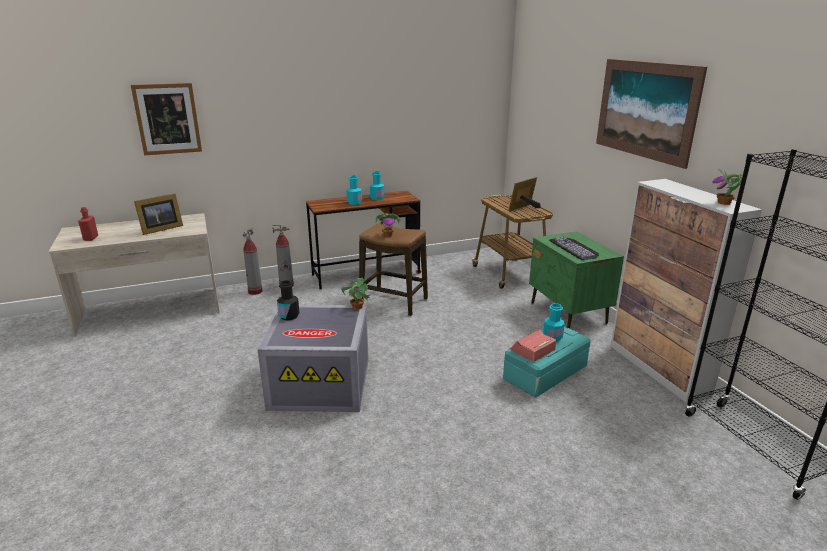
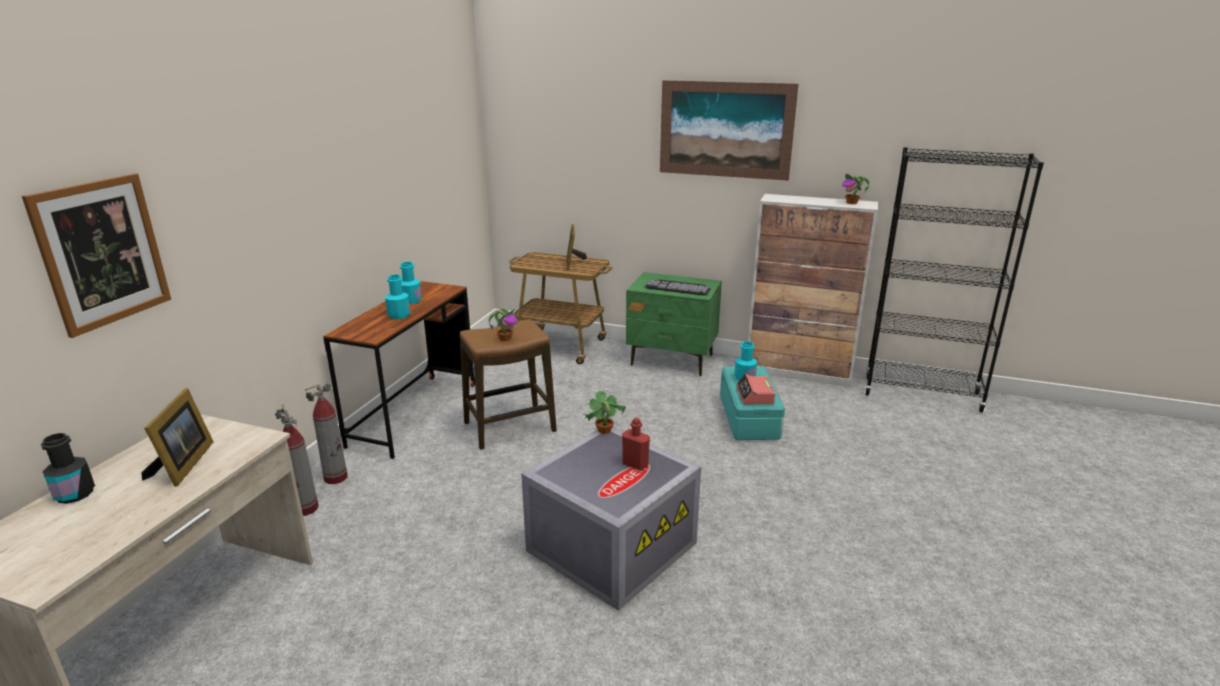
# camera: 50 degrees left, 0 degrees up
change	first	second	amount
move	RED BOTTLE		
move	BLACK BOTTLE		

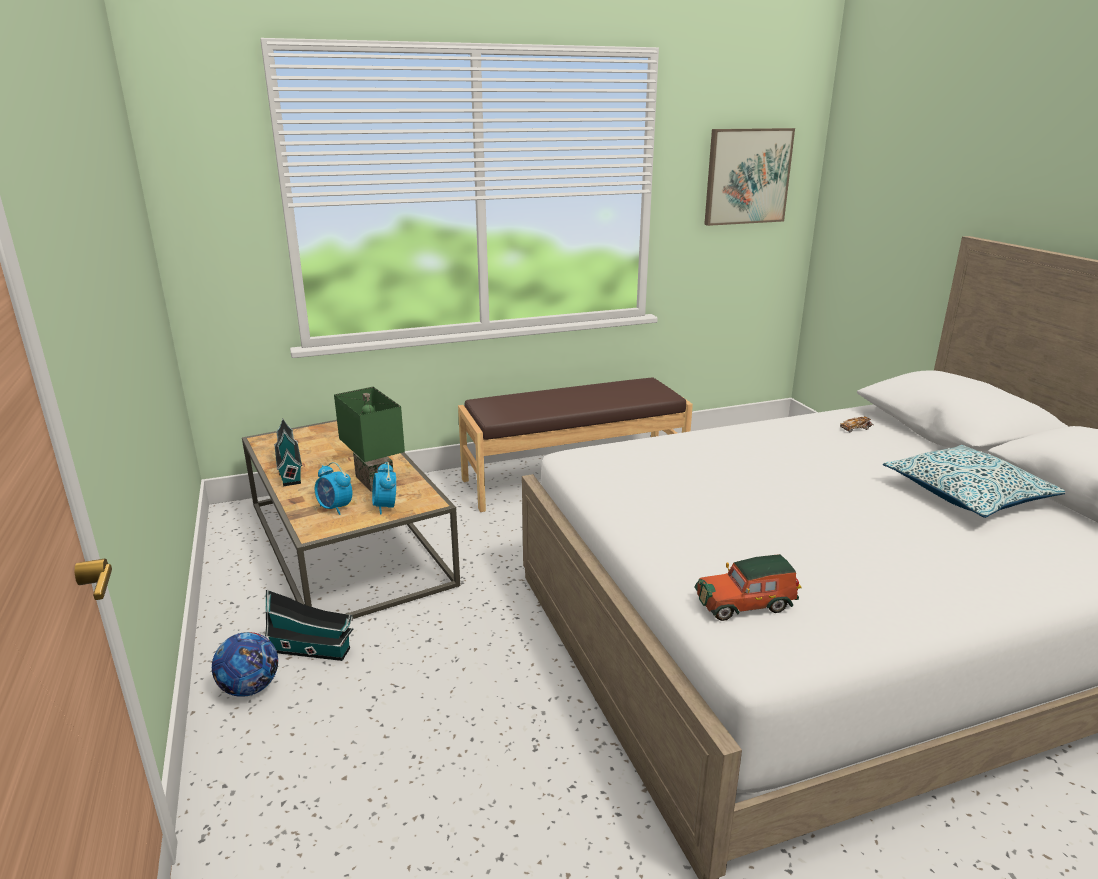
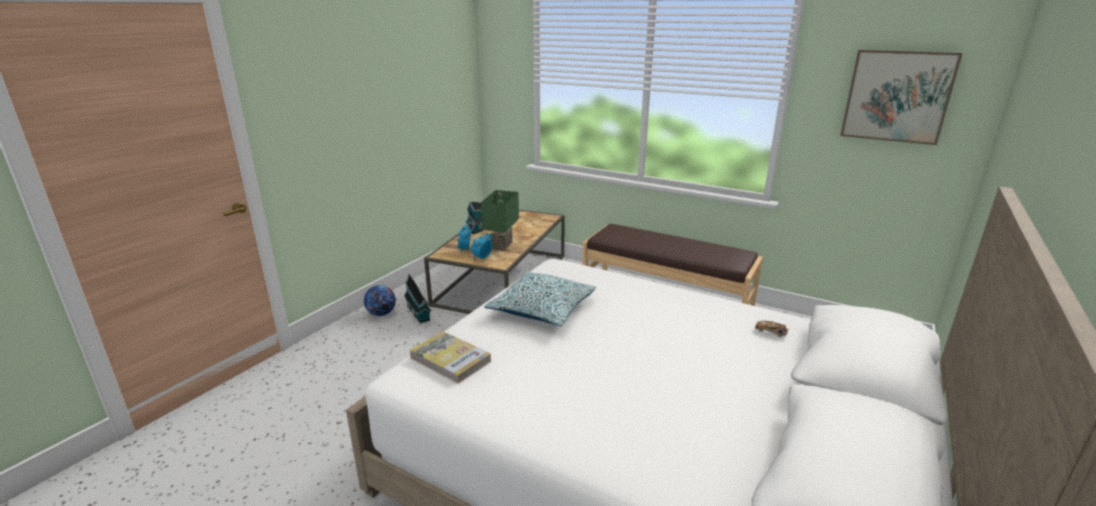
# camera: 50 degrees right, 0 degrees up
change	first	second	amount
move	PILLOW		
replace	TOY CAR (1st from left)	BOOK	

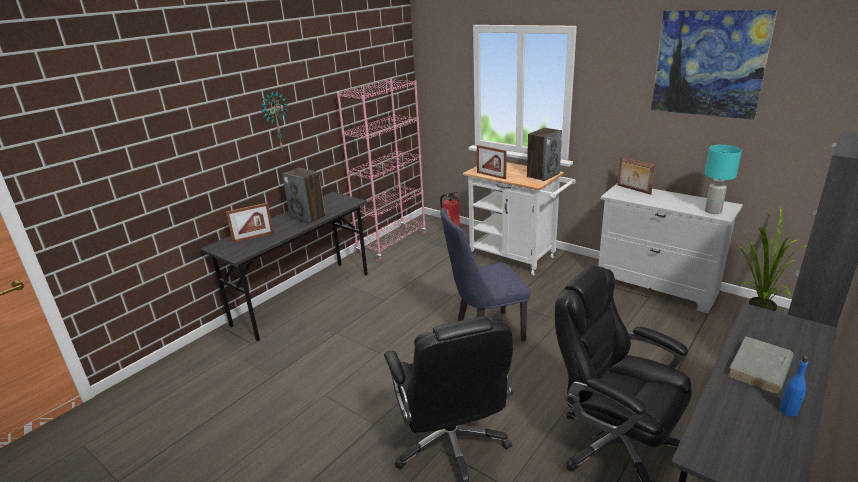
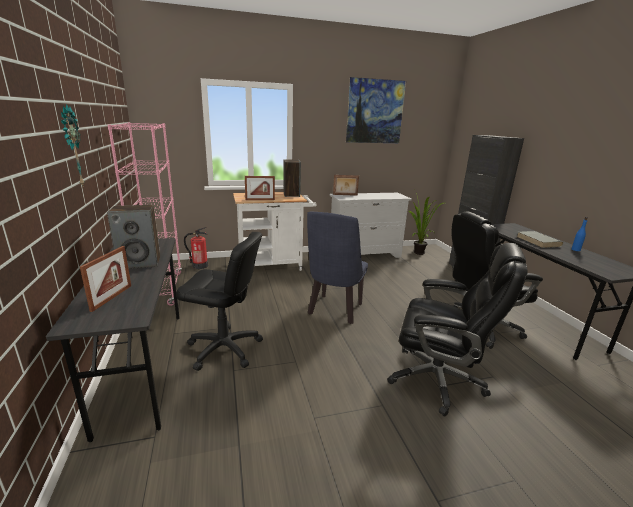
# camera: 55 degrees left, 5 degrees down
change	first	second	amount
delete	TURQUOISE TABLE LAMP		
insert		BLACK OFFICE CHAIR (1st from left)	

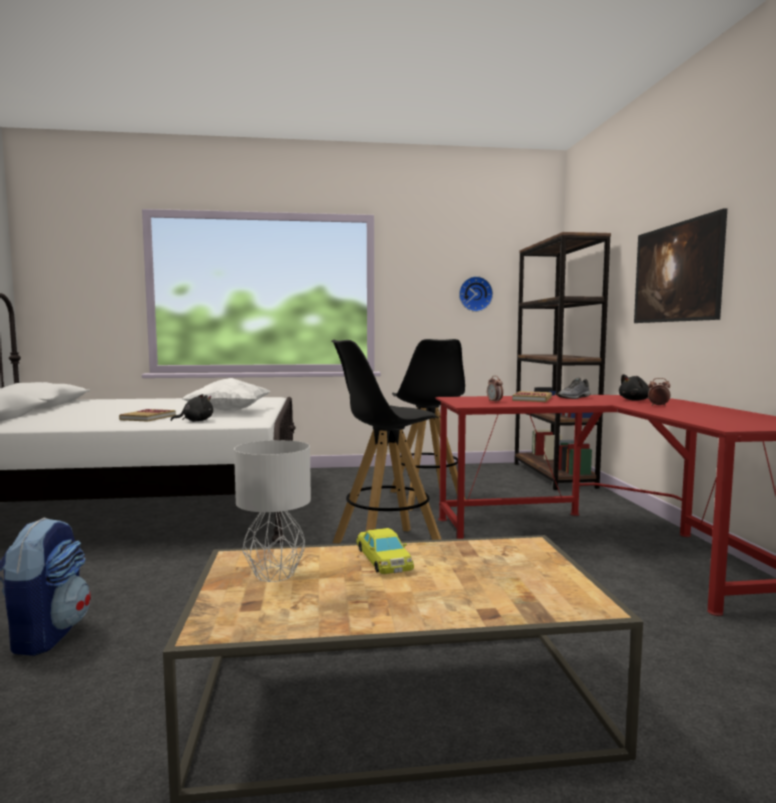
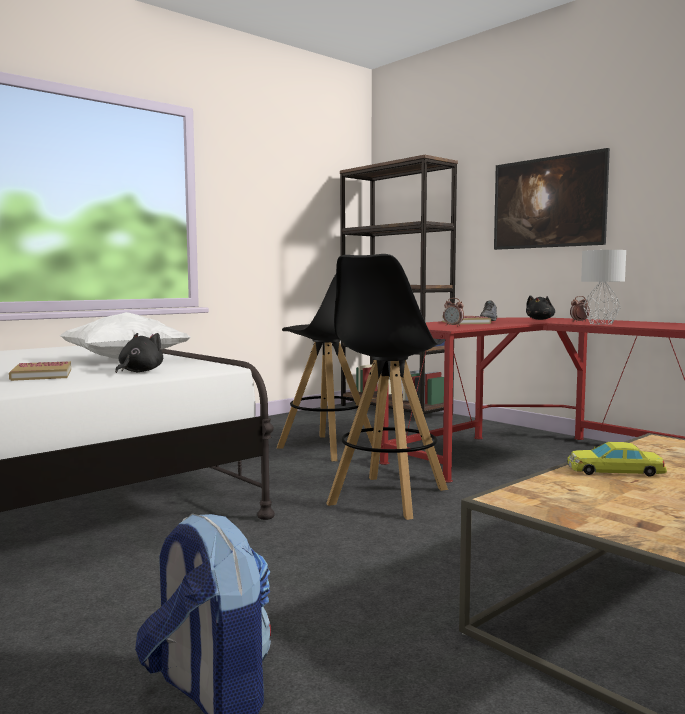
# camera: 35 degrees left, 0 degrees up
change	first	second	amount
delete	WALL CLOCK		
move	GREY TABLE LAMP		
rotate	YELLOW TOY CAR		150 degrees clockwise

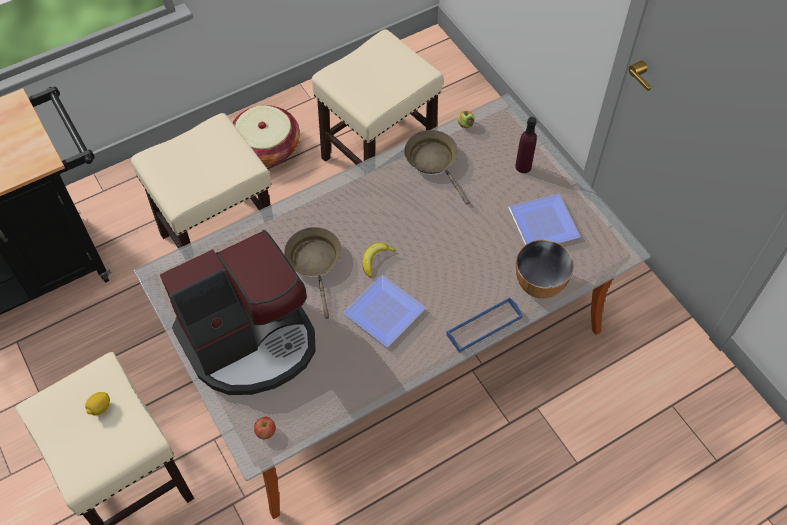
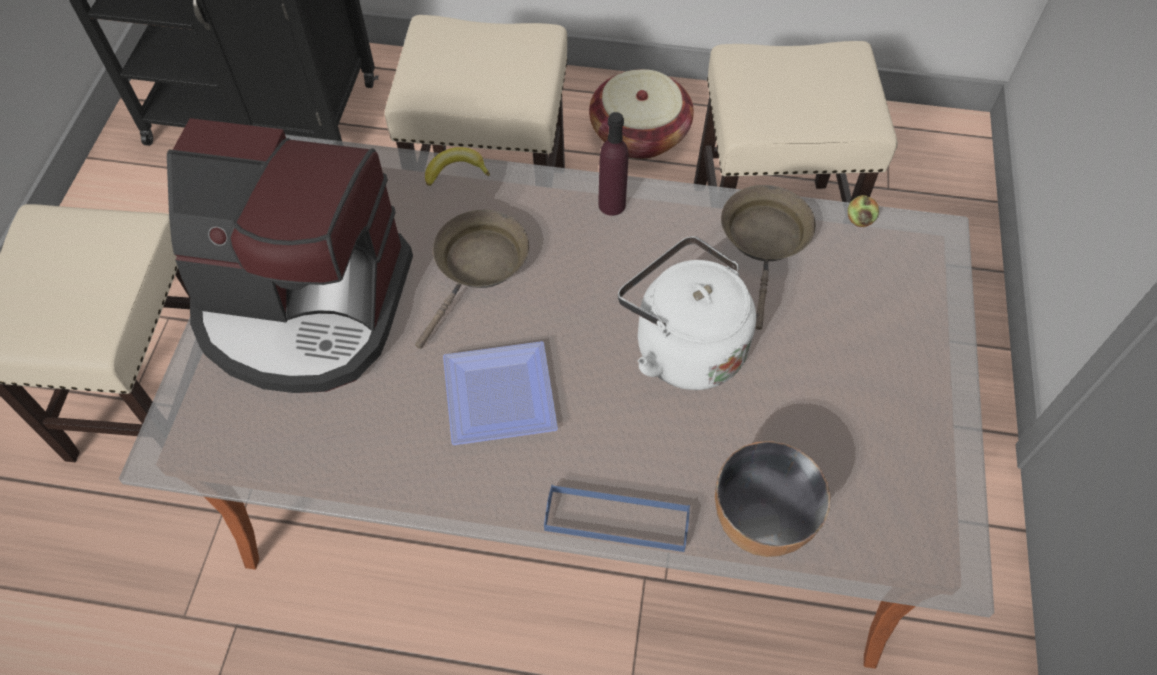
# camera: 40 degrees right, 0 degrees up
change	first	second	amount
delete	LEMON		
delete	APPLE (1st from left)		
delete	PLATE (2nd from left)		
insert		WHITE KETTLE	
move	BANANA		
move	PURPLE BOTTLE		

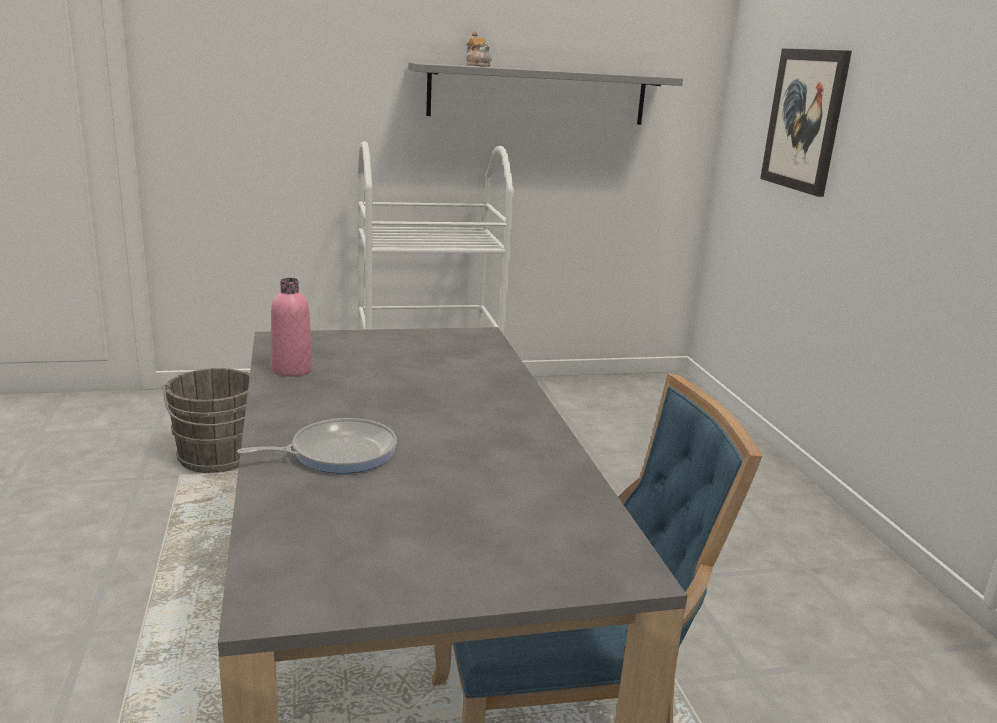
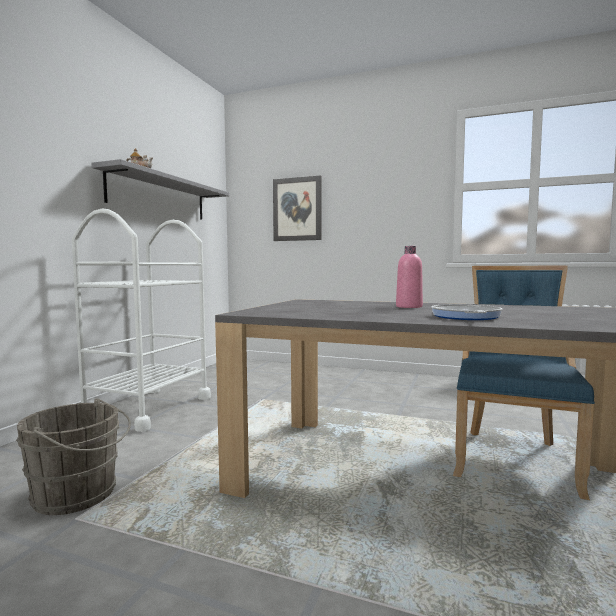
# camera: 55 degrees left, 15 degrees down
change	first	second	amount
move	PINK BOTTLE		

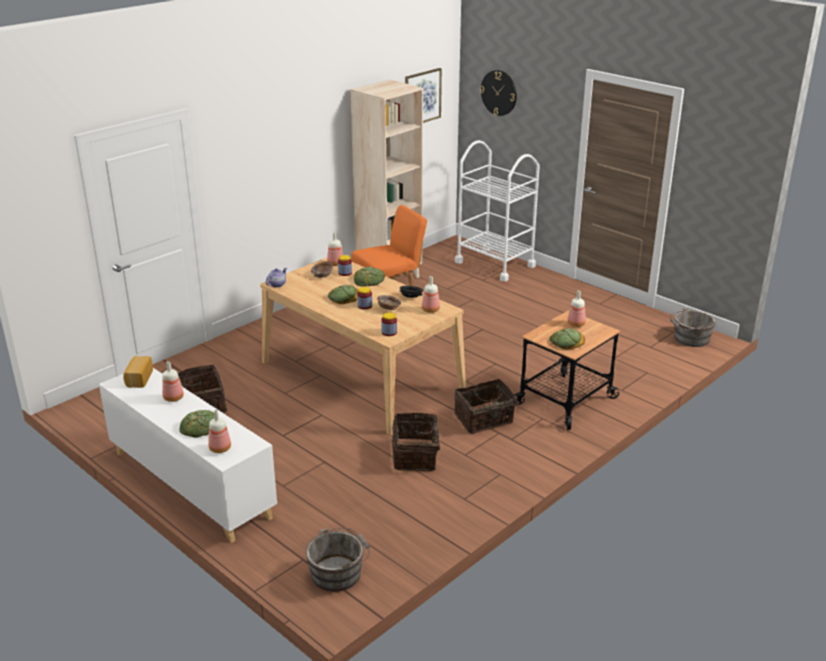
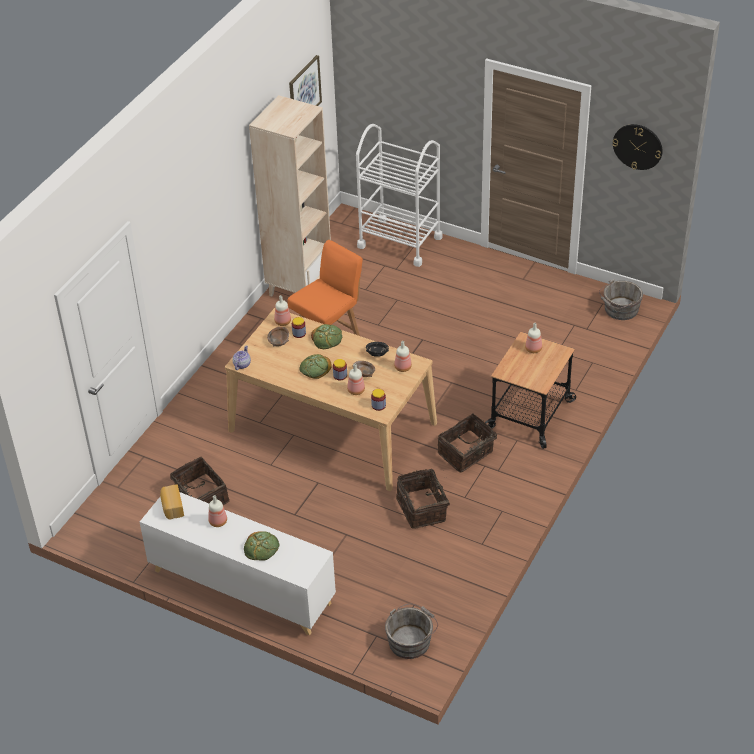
# camera: 15 degrees left, 15 degrees up
change	first	second	amount
delete	BREAD (5th from left)		
move	BOTTLE (2nd from left in the first image)	BOTTLE (3rd from left)	
move	WALL CLOCK		

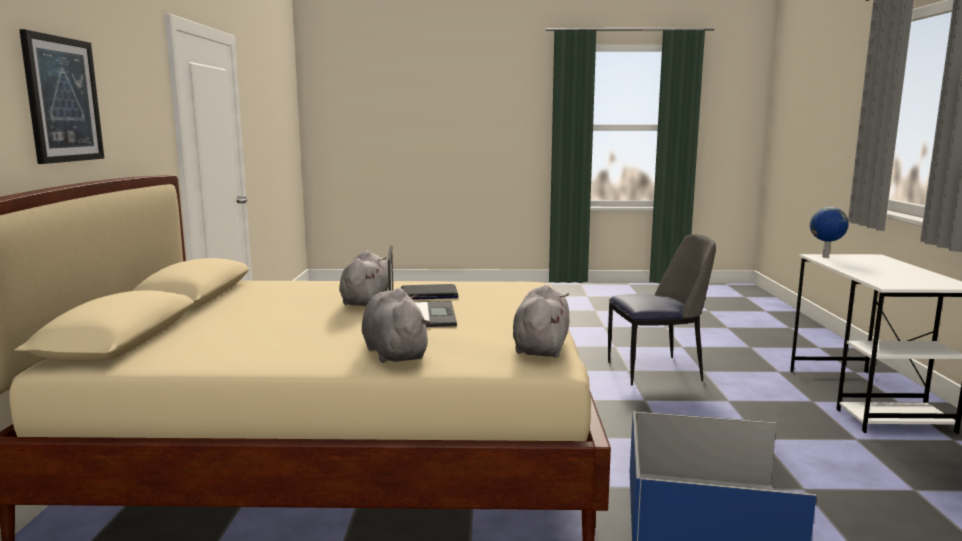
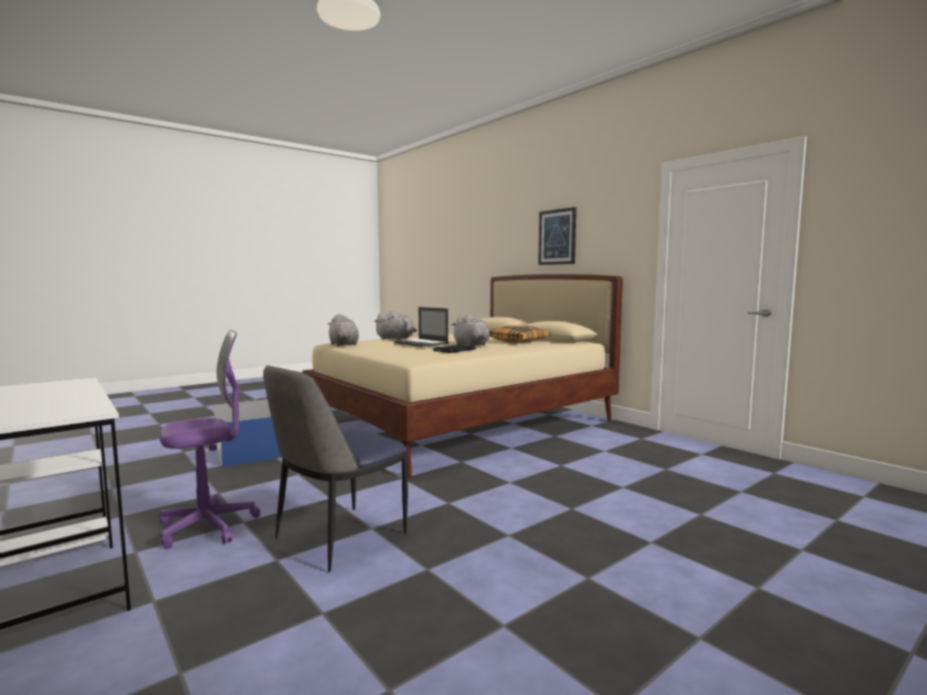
# camera: 140 degrees right, 5 degrees down
change	first	second	amount
delete	GLOBE		
insert		PURPLE OFFICE CHAIR	
insert		PILLOW	

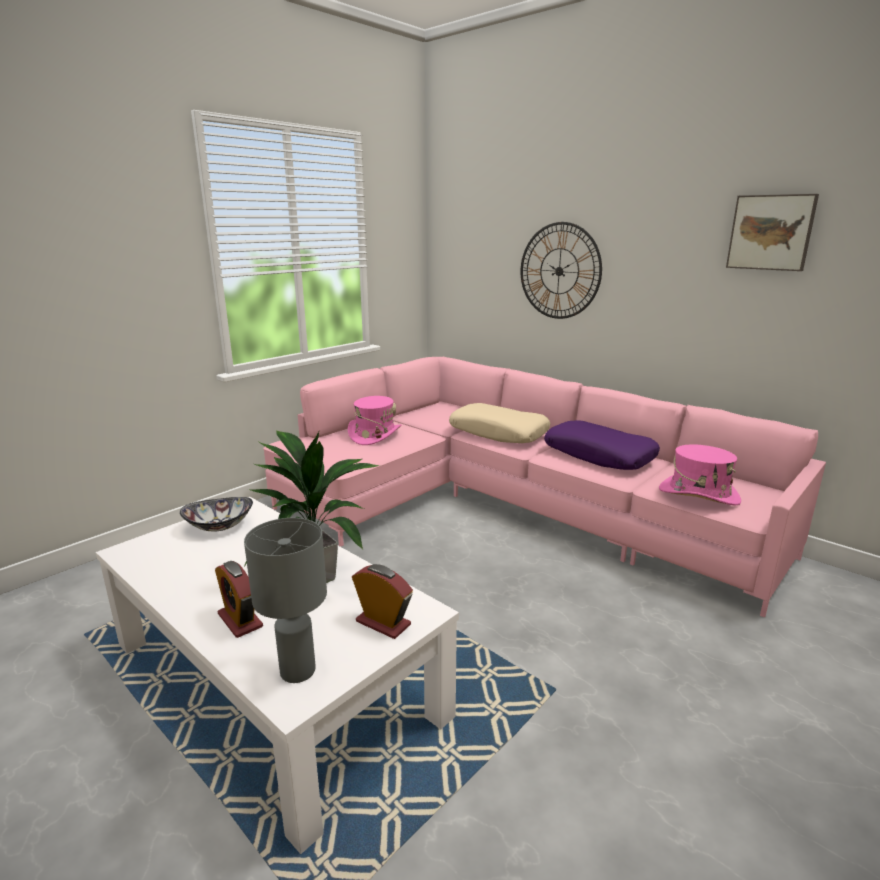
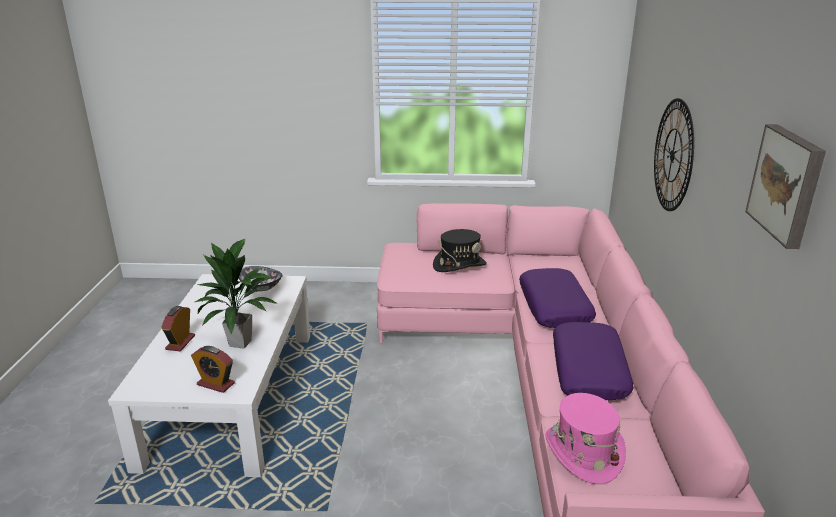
# camera: 50 degrees right, 5 degrees up
change	first	second	amount
delete	GREY TABLE LAMP		
recolor	PINK HAT (1st from left)	BLACK HAT	
recolor	BEIGE PILLOW	PURPLE PILLOW (1st from left)	
rotate	ALARM CLOCK (2nd from left)		120 degrees clockwise

